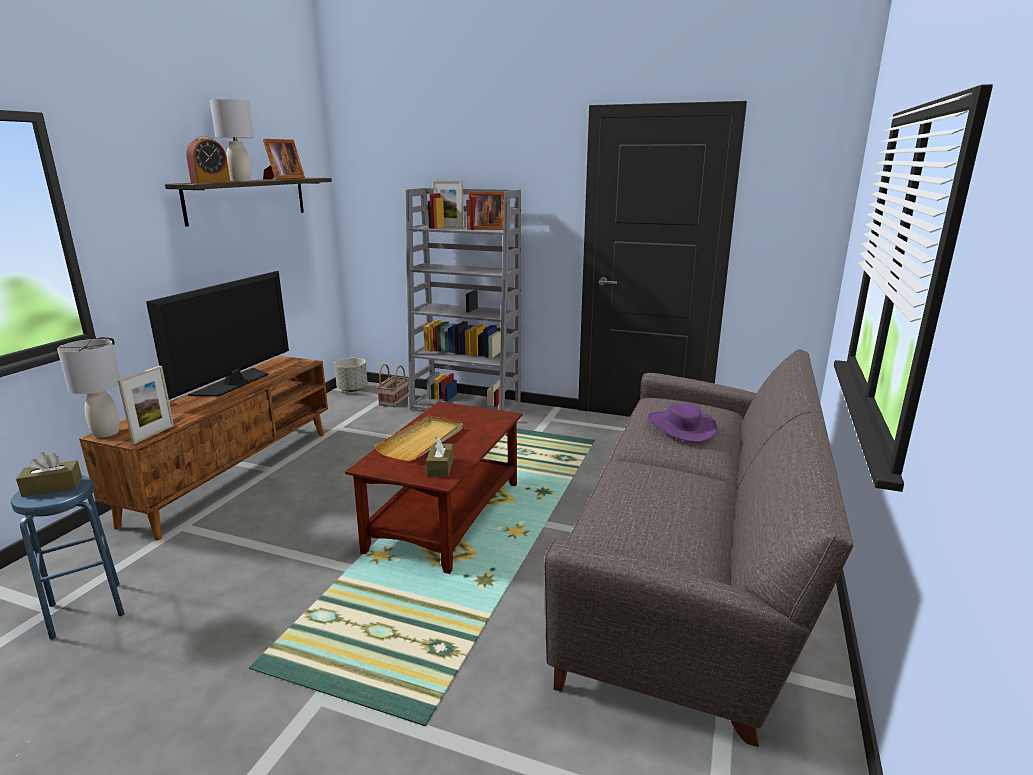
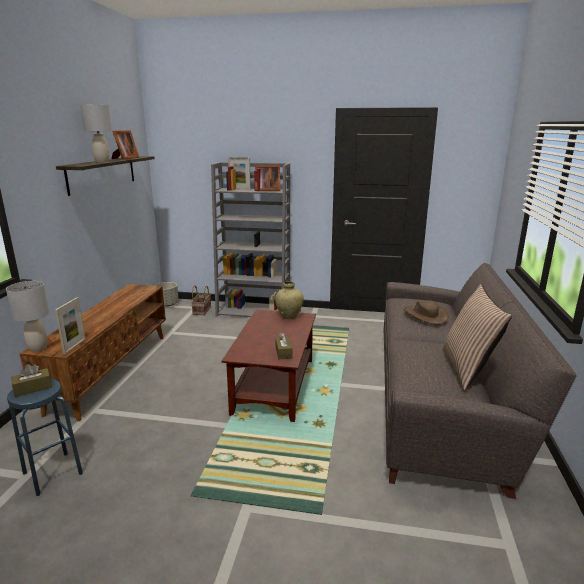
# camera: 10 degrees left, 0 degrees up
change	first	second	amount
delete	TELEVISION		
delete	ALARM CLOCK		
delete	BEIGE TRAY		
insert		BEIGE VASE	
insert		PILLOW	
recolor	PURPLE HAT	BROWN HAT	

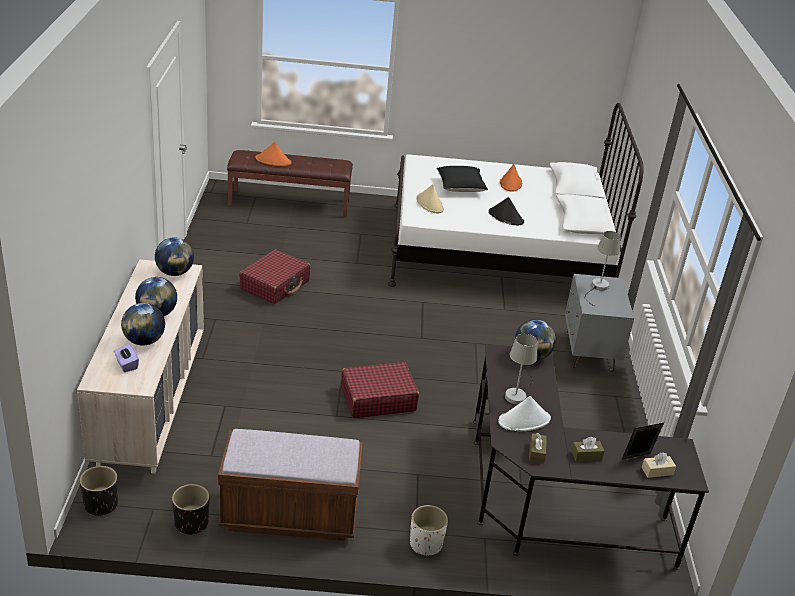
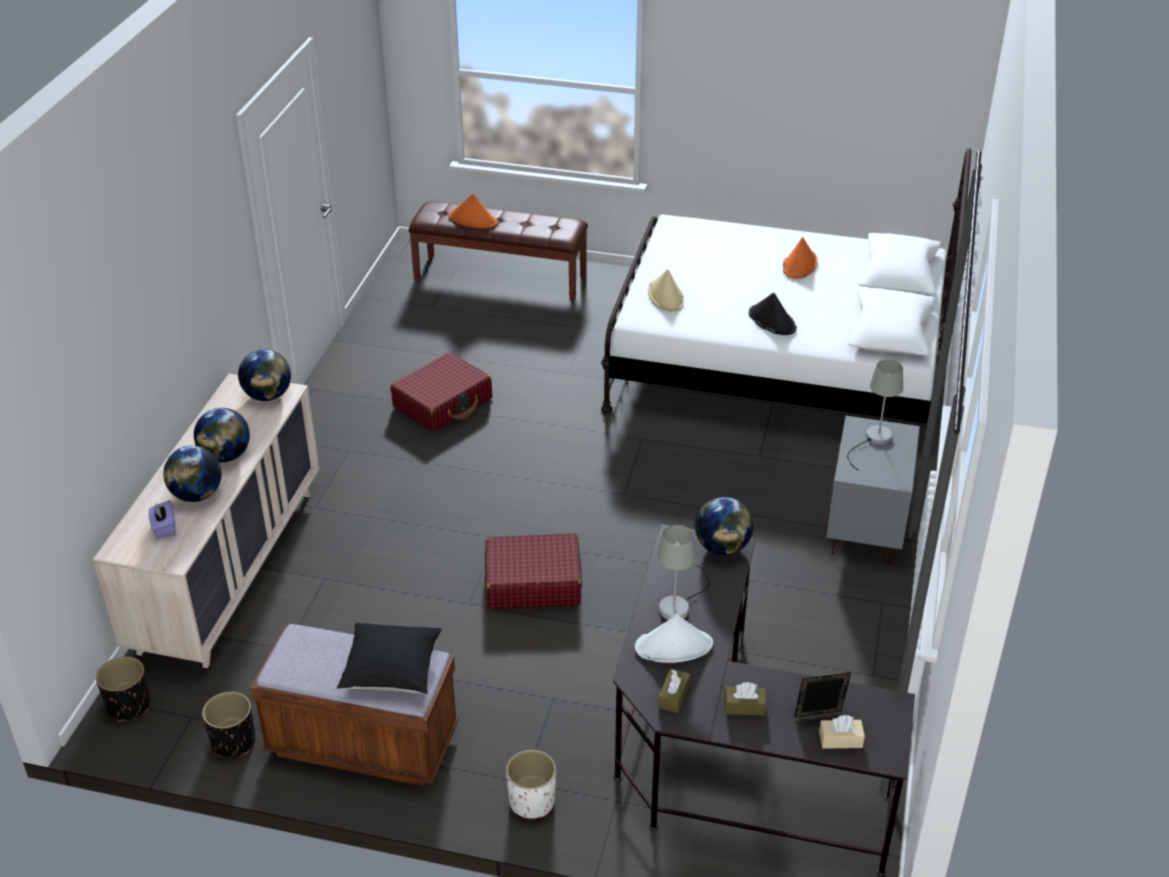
# camera: 15 degrees right, 5 degrees up
change	first	second	amount
move	BLACK PILLOW		

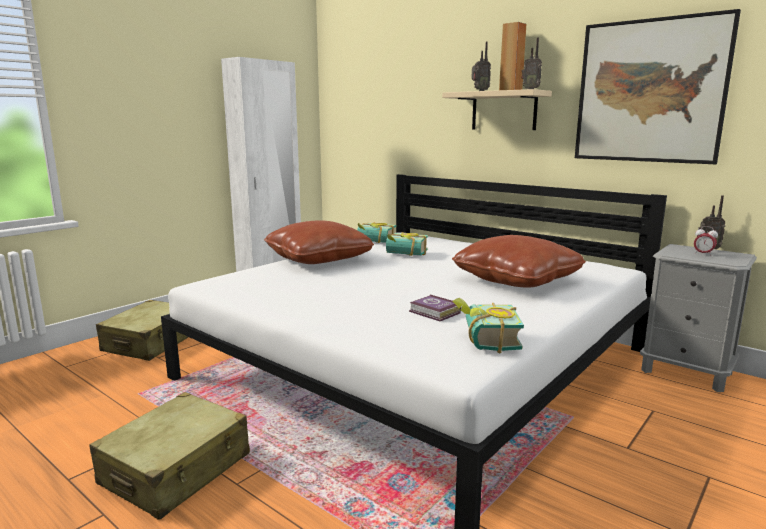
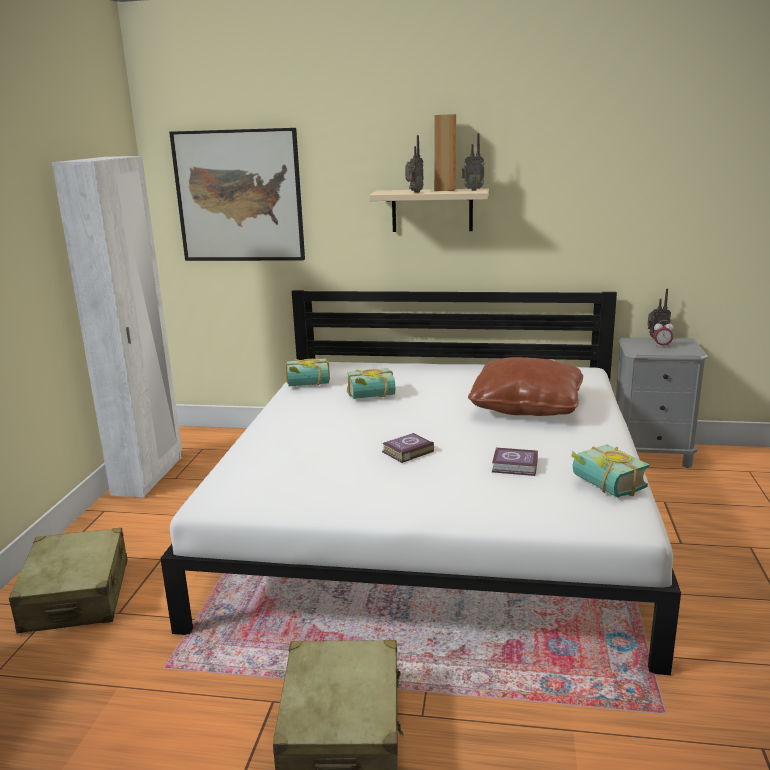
# camera: 30 degrees left, 5 degrees up
change	first	second	amount
delete	BROWN PILLOW (1st from left)		
insert		BOOK (3rd from left)	
move	PICTURE		

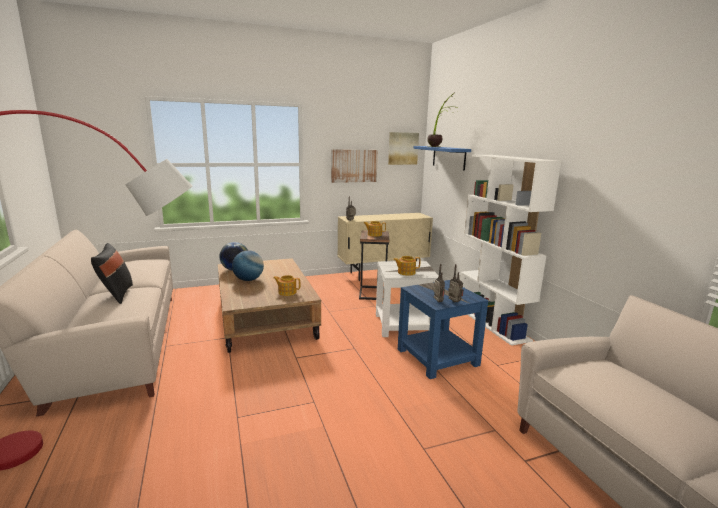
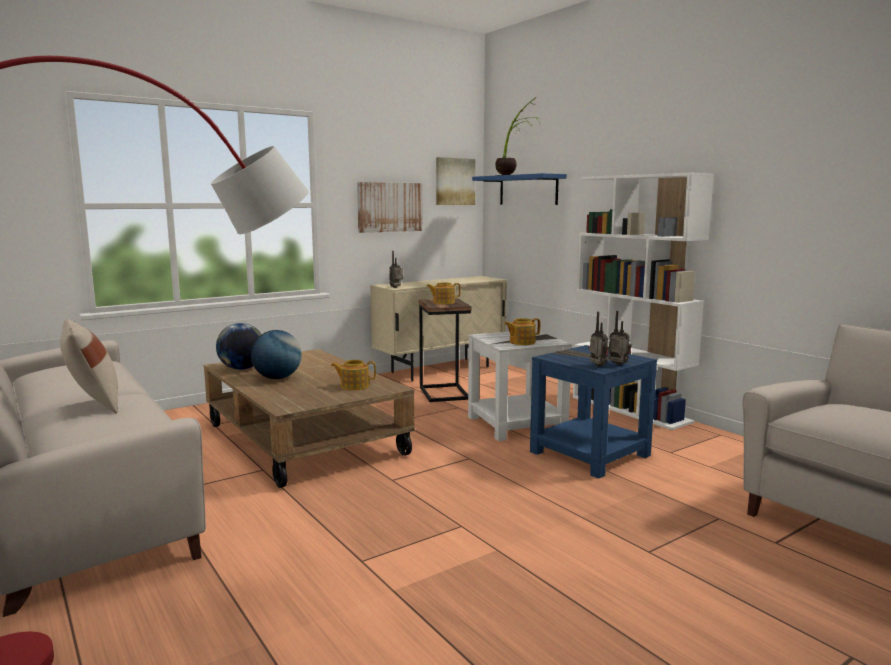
# camera: 15 degrees left, 5 degrees down
change	first	second	amount
recolor	BLACK PILLOW	BEIGE PILLOW	

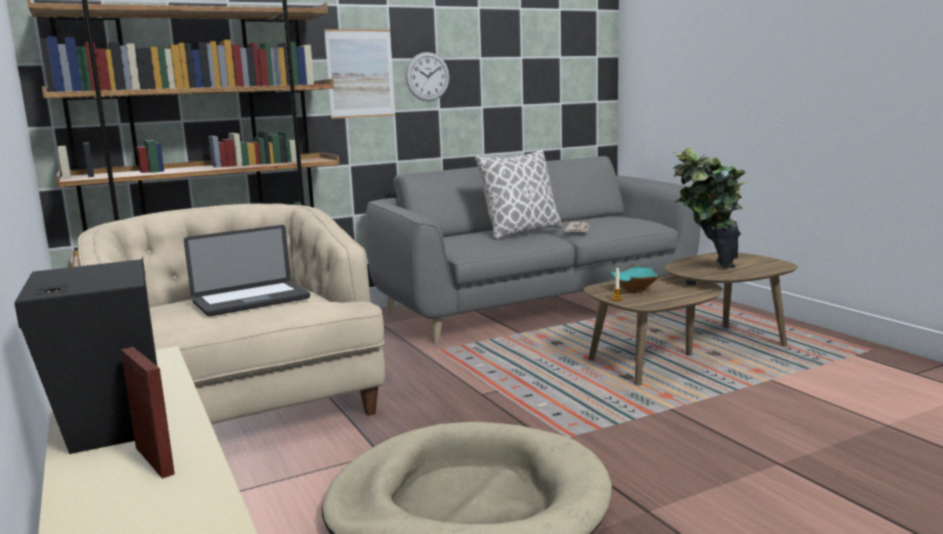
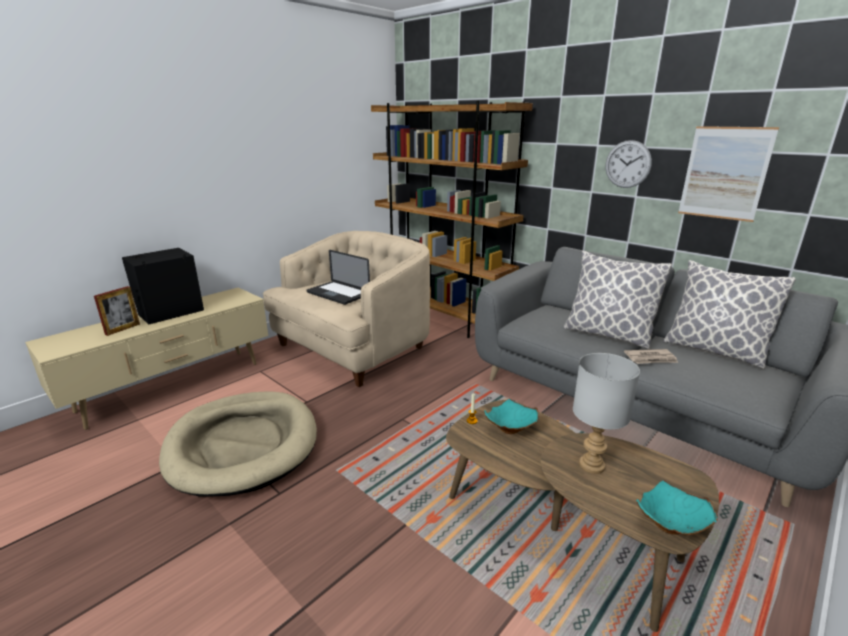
# camera: 70 degrees right, 10 degrees up
change	first	second	amount
insert		TURQUOISE BOWL (2nd from left)	
insert		PILLOW (2nd from left)	
move	PICTURE		
replace	POTTED PLANT	GREY TABLE LAMP	

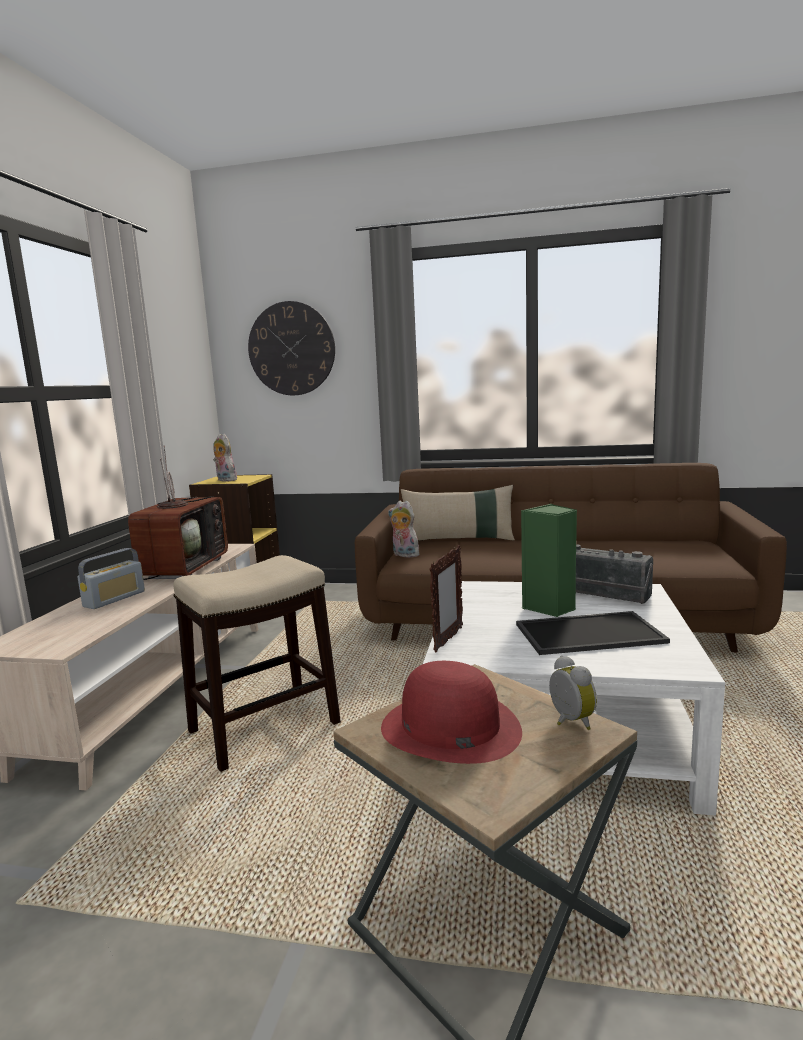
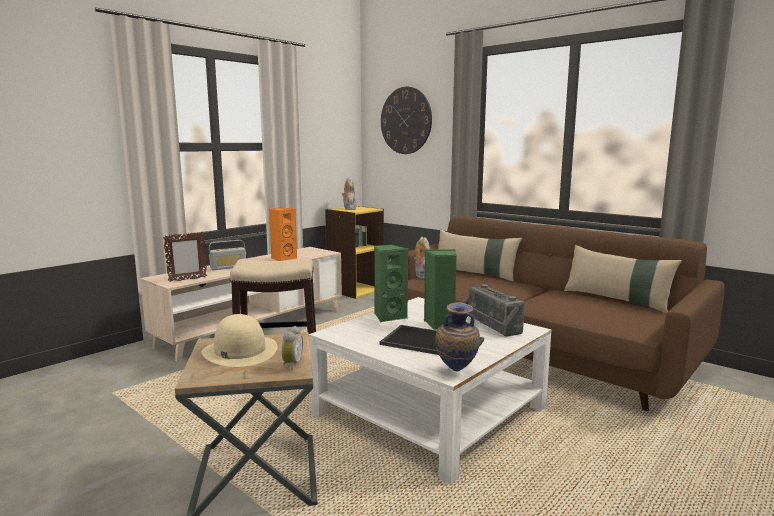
# camera: 30 degrees right, 0 degrees up
change	first	second	amount
insert		GREEN SPEAKER (1st from left)	
insert		VASE	
insert		BEIGE PILLOW (2nd from left)	
move	PICTURE FRAME		
replace	TELEVISION	ORANGE SPEAKER	
recolor	RED HAT	BEIGE HAT	

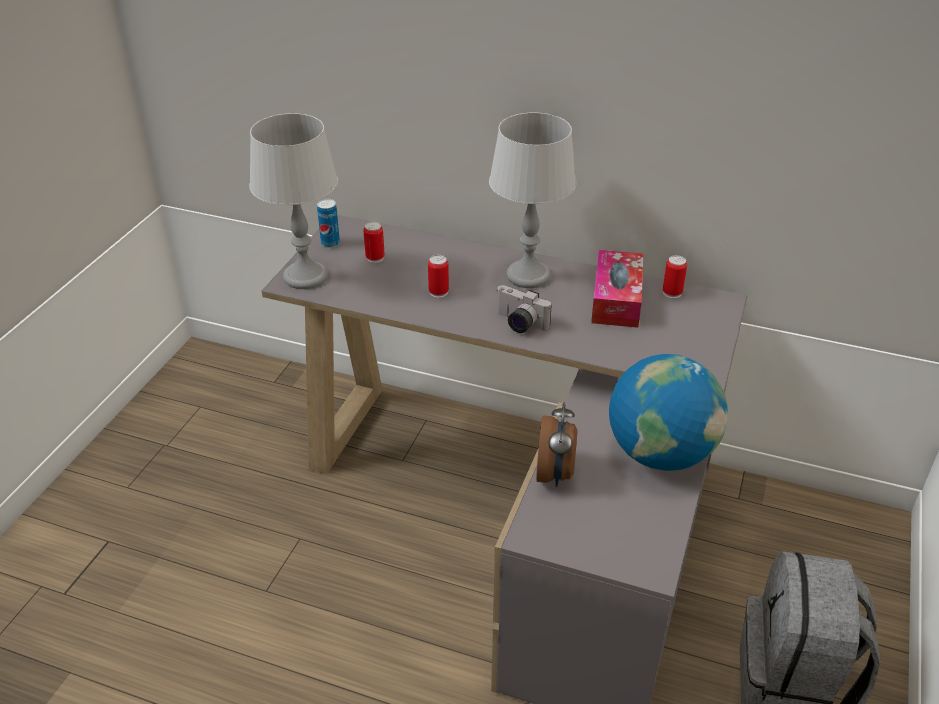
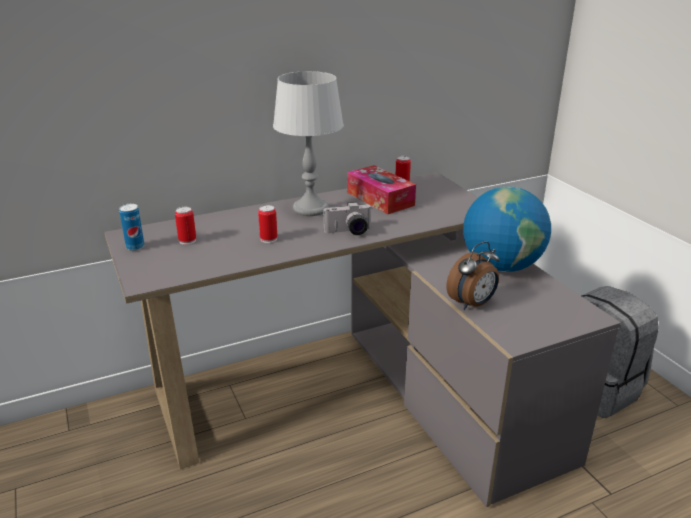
# camera: 45 degrees left, 10 degrees down
change	first	second	amount
delete	GREY TABLE LAMP (1st from left)		
rotate	ALARM CLOCK		90 degrees clockwise

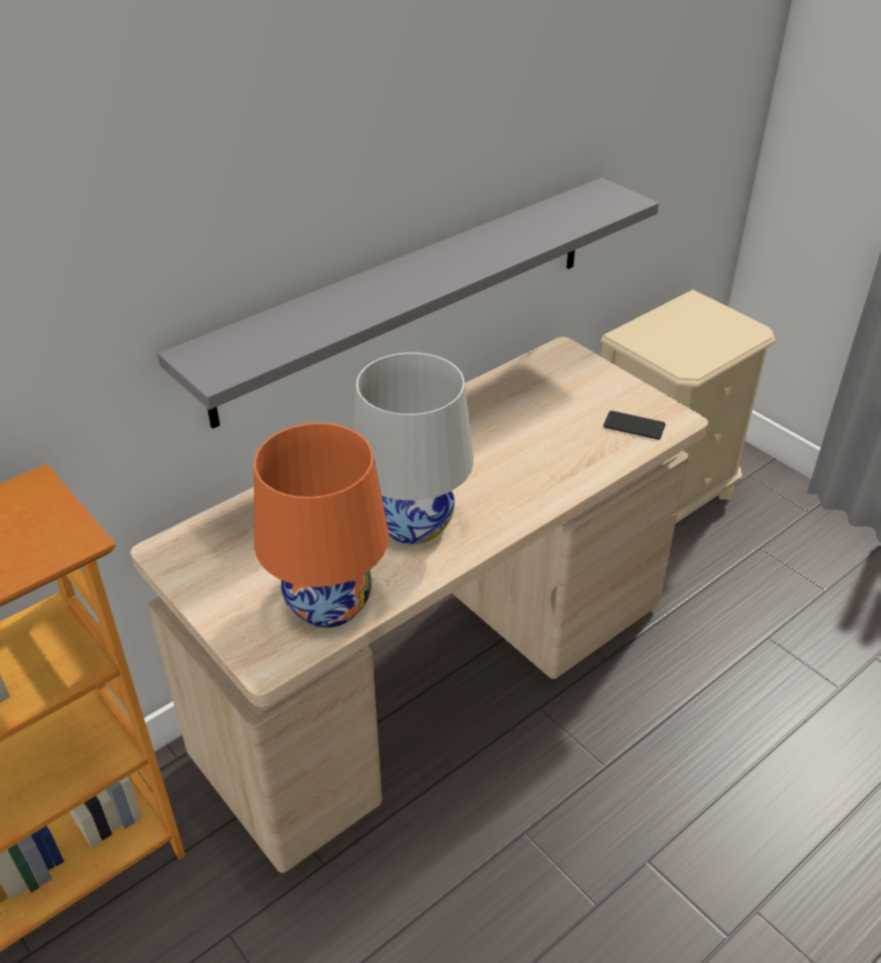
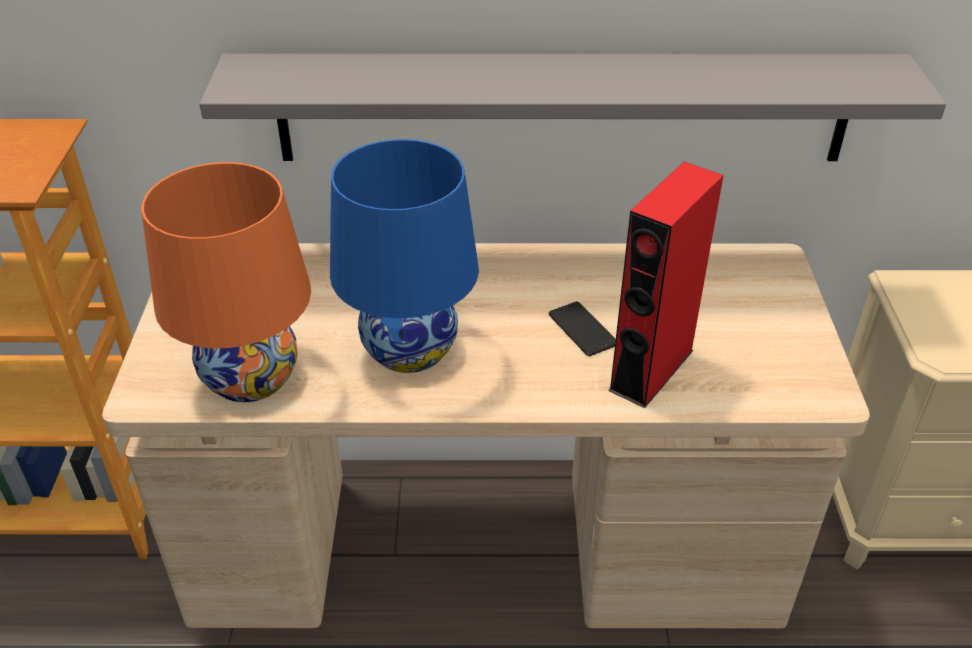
# camera: 40 degrees right, 0 degrees up
change	first	second	amount
insert		RED SPEAKER	
move	PHONE		
recolor	WHITE TABLE LAMP	BLUE TABLE LAMP	

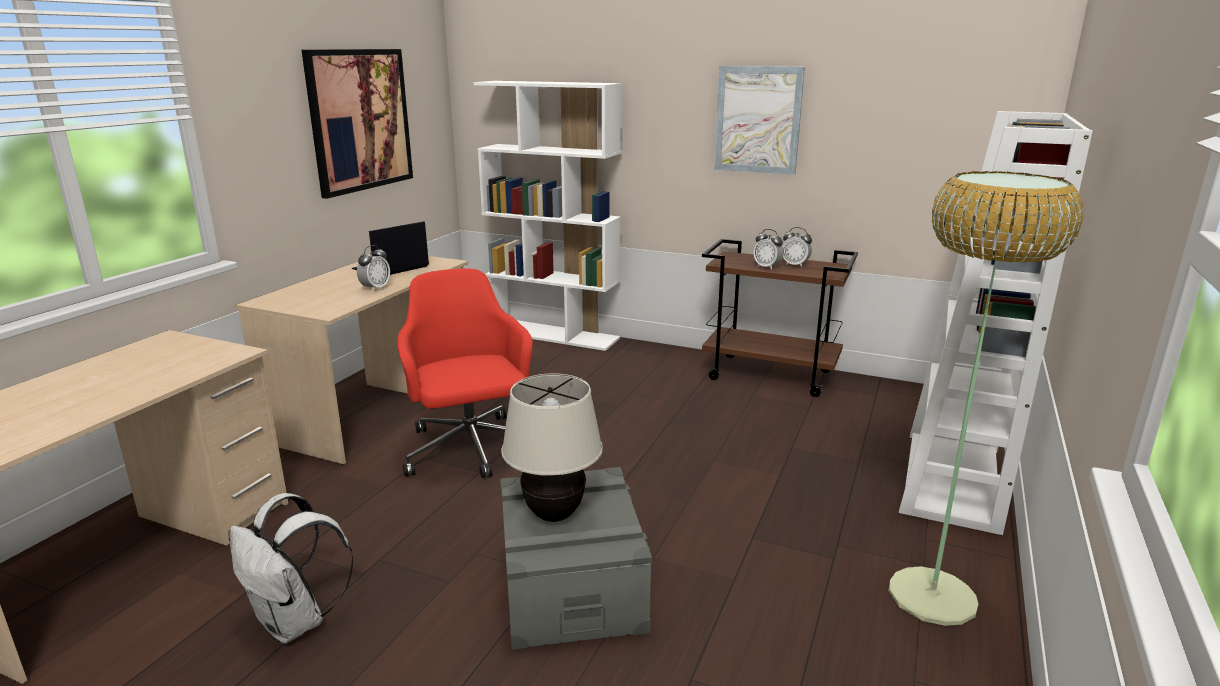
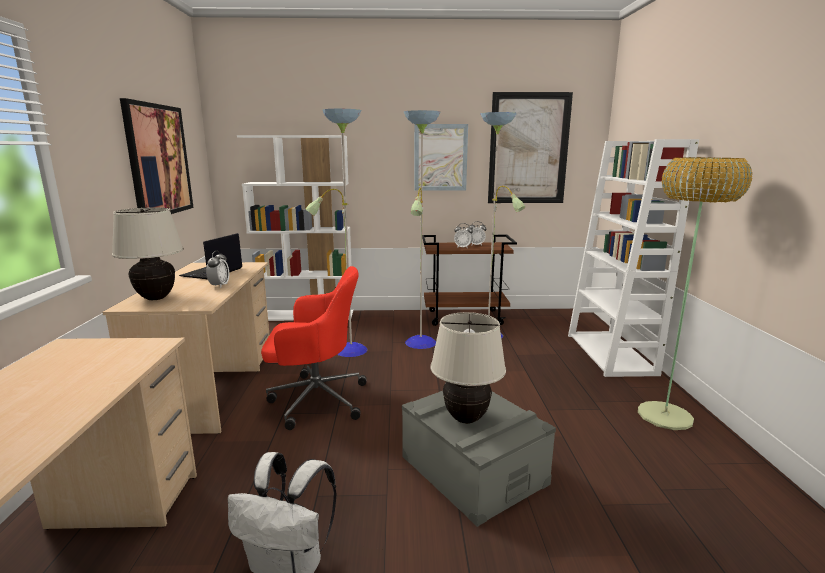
# camera: 25 degrees left, 5 degrees down
change	first	second	amount
insert		BEIGE TABLE LAMP (1st from left)	
insert		FLOOR LAMP (1st from left)	
insert		PICTURE (3rd from left)	
rotate	RED OFFICE CHAIR		135 degrees clockwise

